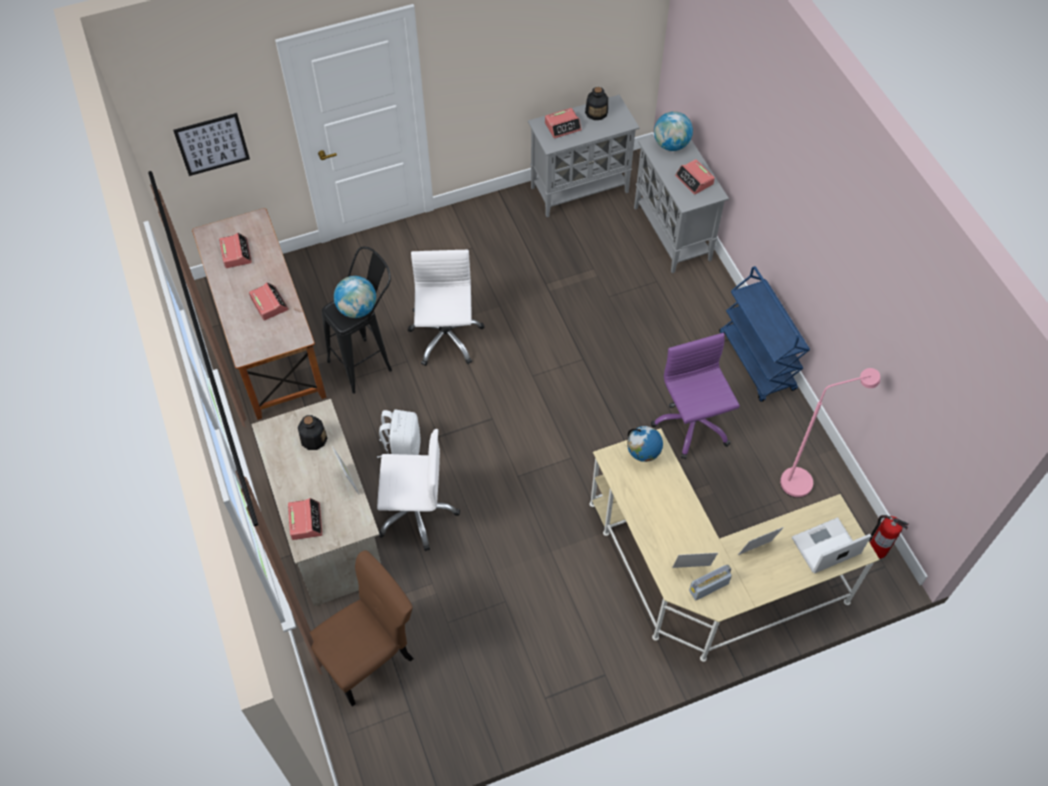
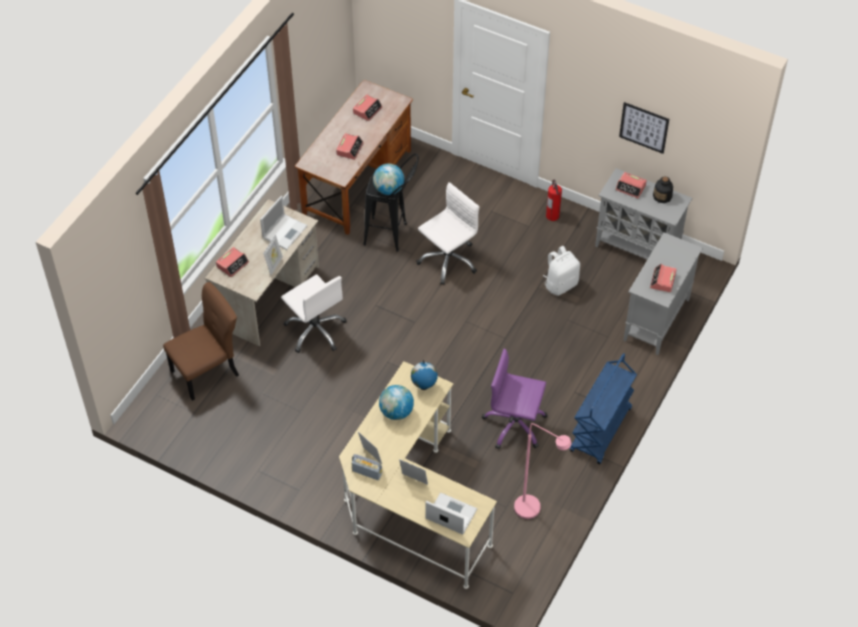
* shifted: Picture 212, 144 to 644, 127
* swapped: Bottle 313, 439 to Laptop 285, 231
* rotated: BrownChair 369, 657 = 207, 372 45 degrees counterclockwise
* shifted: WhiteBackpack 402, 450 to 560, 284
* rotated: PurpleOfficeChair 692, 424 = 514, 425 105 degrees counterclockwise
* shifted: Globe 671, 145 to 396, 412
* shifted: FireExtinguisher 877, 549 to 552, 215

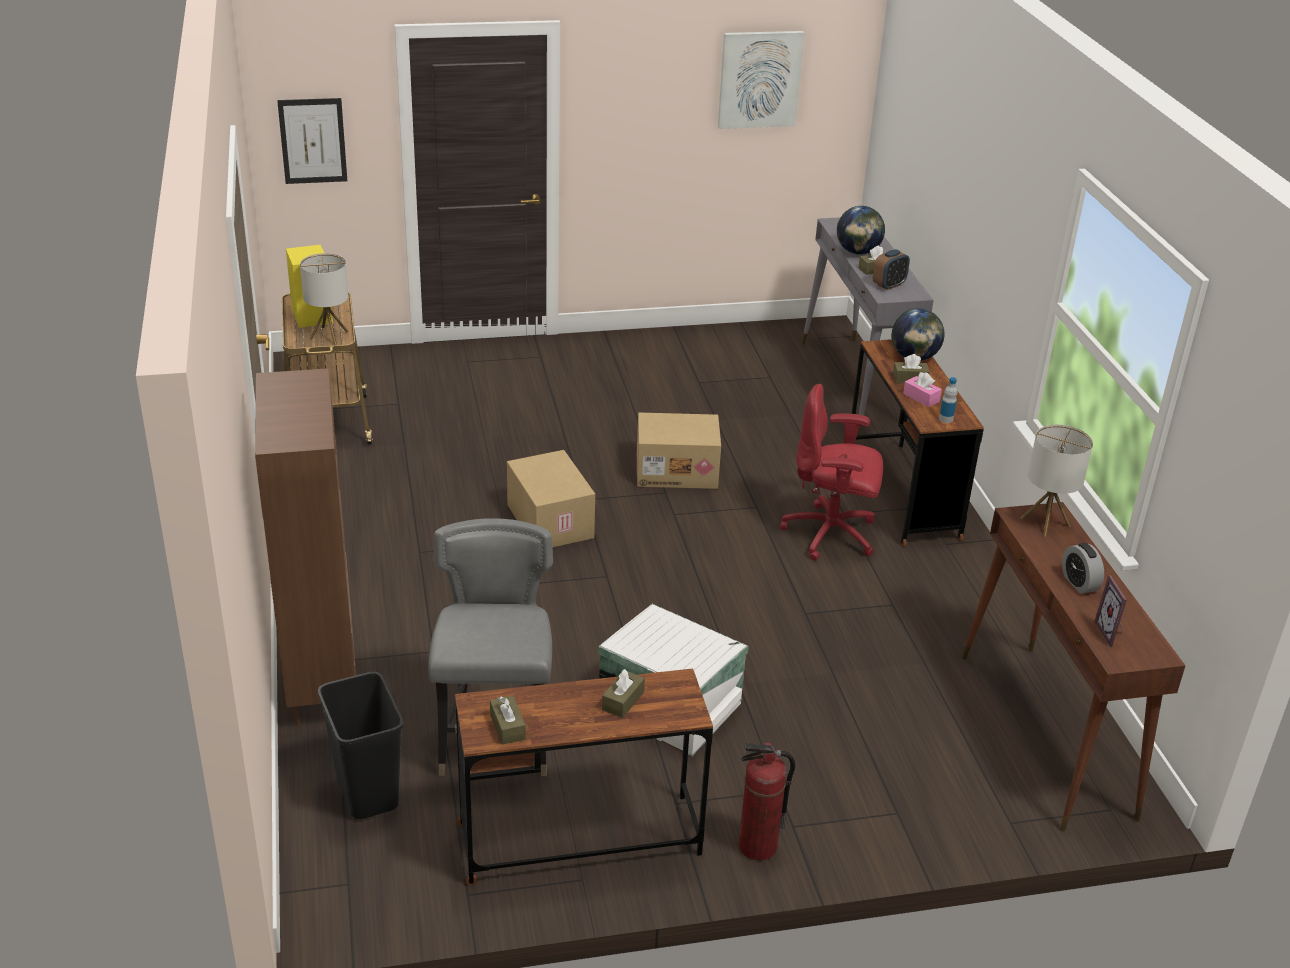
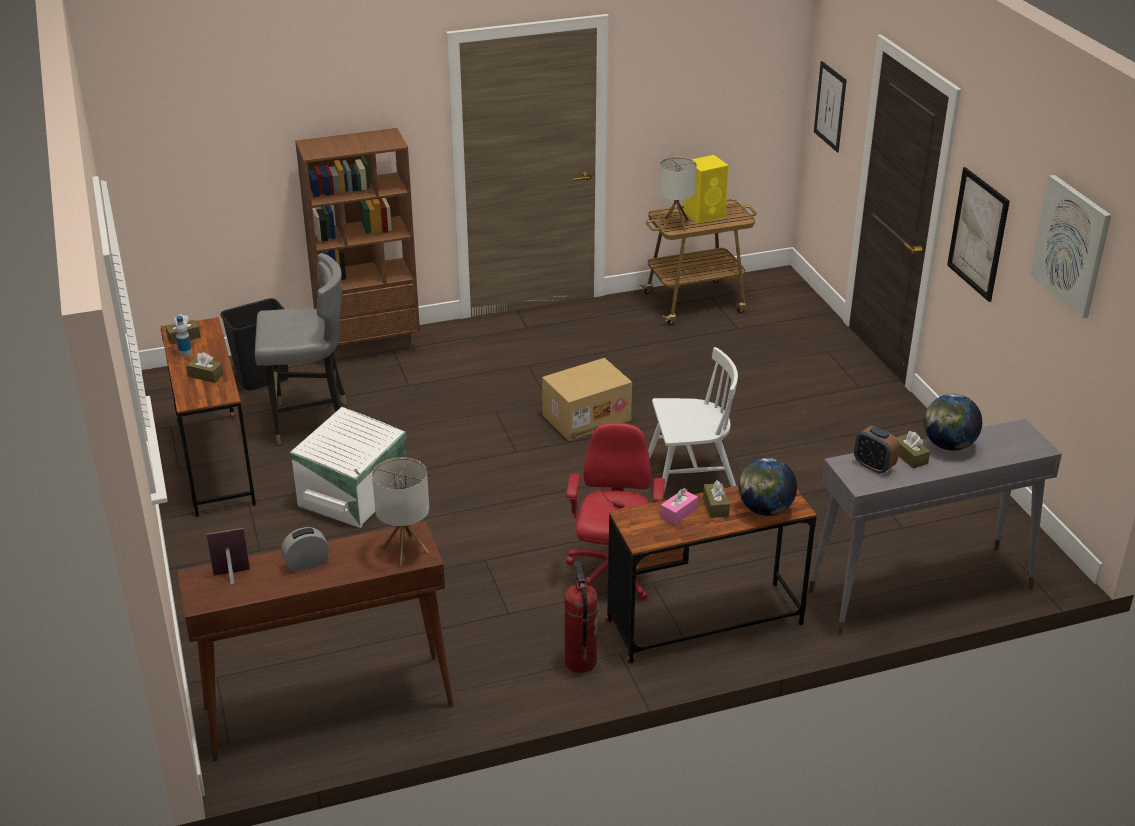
* swapped: CardboardBox 677, 471 to WhiteChair 690, 477
* shifted: FireExtinguisher 757, 846 to 580, 662
* shifted: Bottle 946, 419 to 185, 353
* new: Picture 978, 234

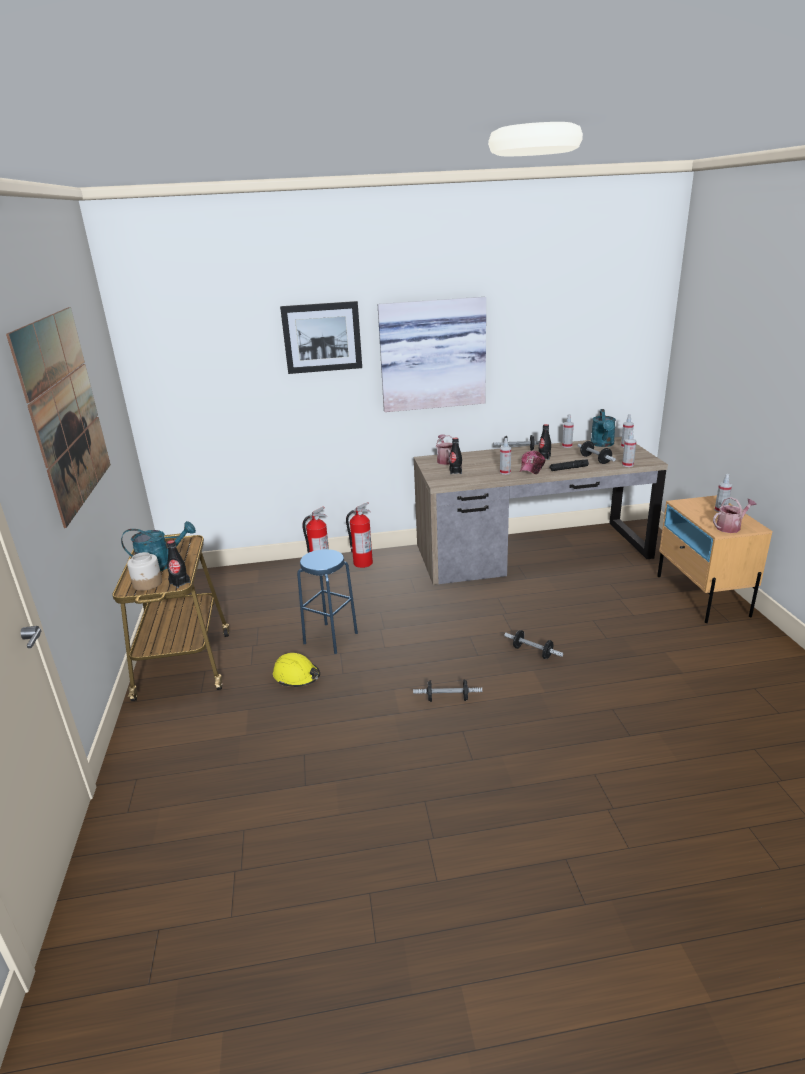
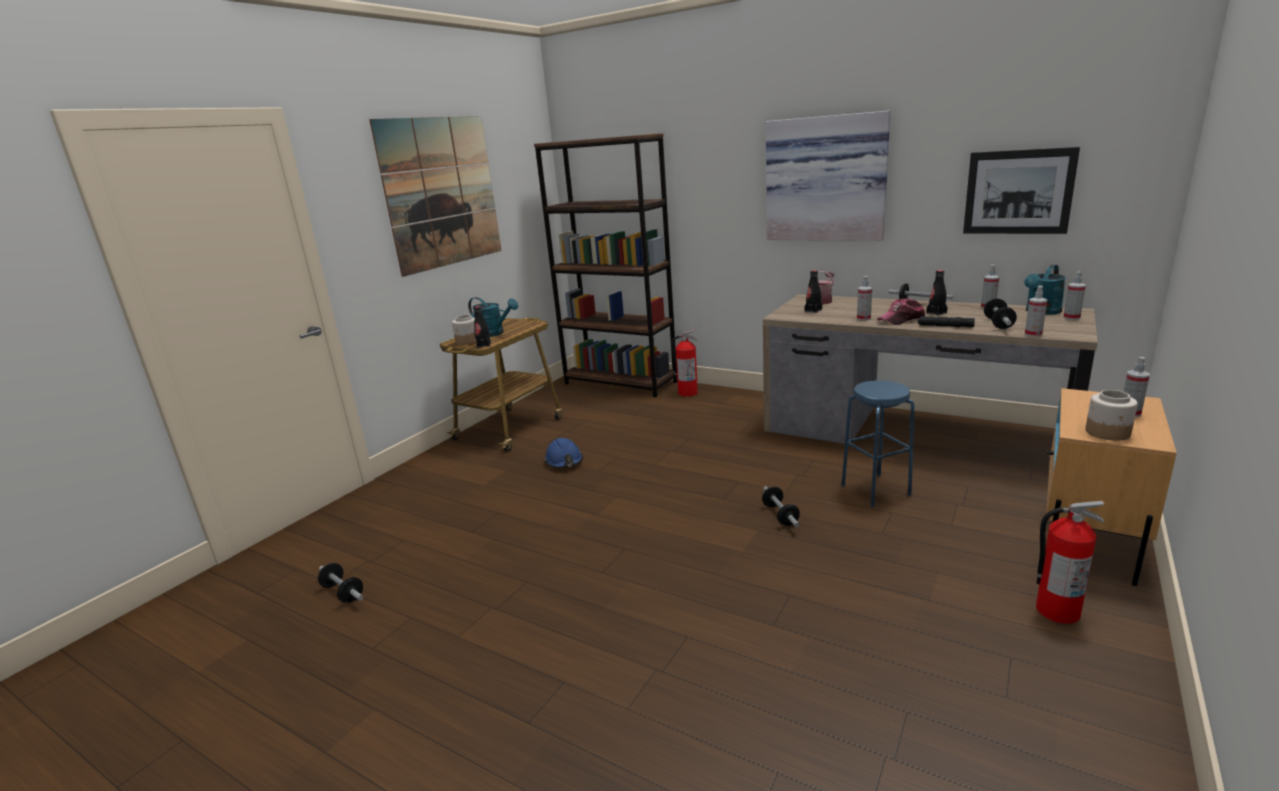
* repainted: YellowHardHat 297, 676 to BlueHardHat 564, 461
* shifted: Picture 322, 337 to 1018, 192
* shifted: BlueStool 330, 638 to 875, 490
* shifted: FireExtinguisher 362, 563 to 1056, 610
* shifted: Dumbbell 447, 698 to 343, 593
* swapped: WateringCan 730, 527 to Jar 1108, 433
* new: BrownBookcase 620, 383

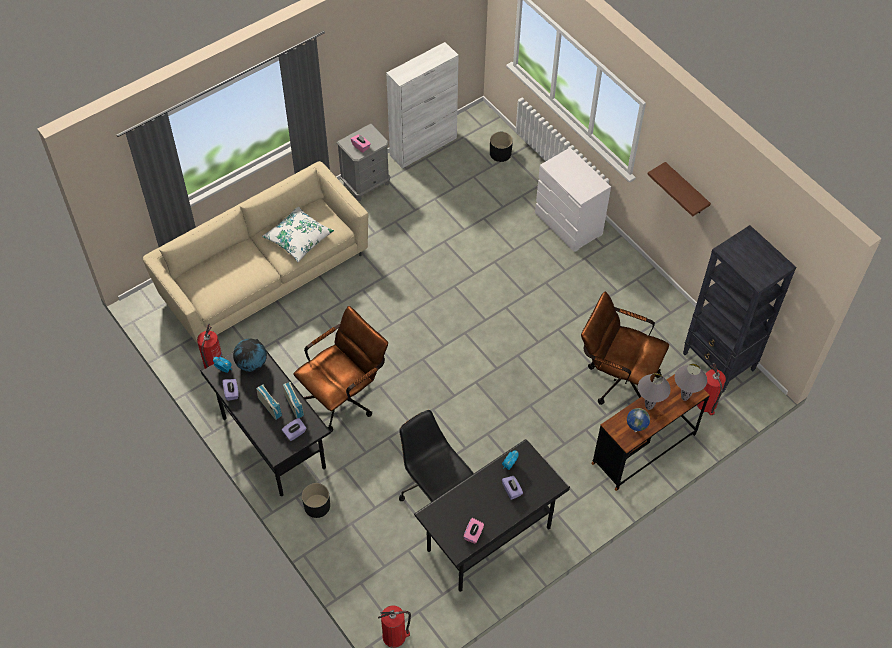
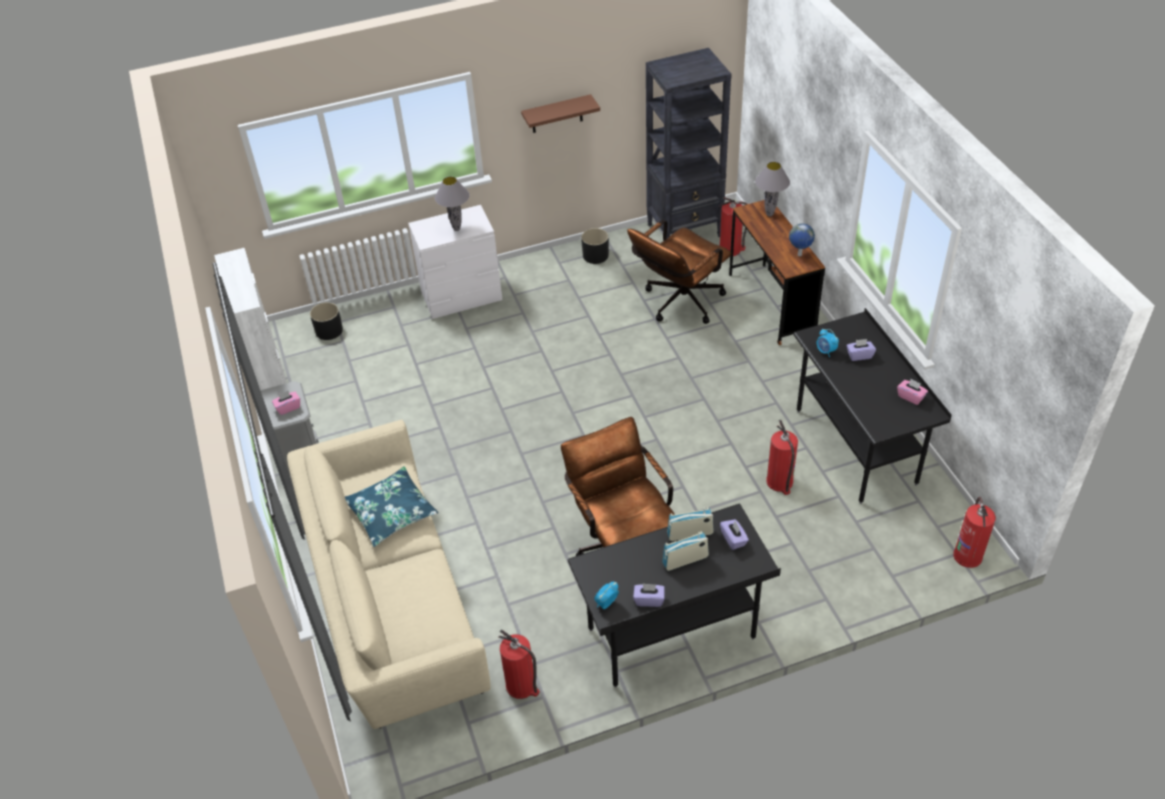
* gone: Globe 251, 364
* repainted: WhitePillow 298, 238 to BluePillow 391, 512
* shifted: BlackPlanter 317, 506 to 595, 255
* swapped: BlackOfficeChair 434, 489 to FireExtinguisher 779, 482
* shifted: GreyTableLamp 648, 407 to 457, 229

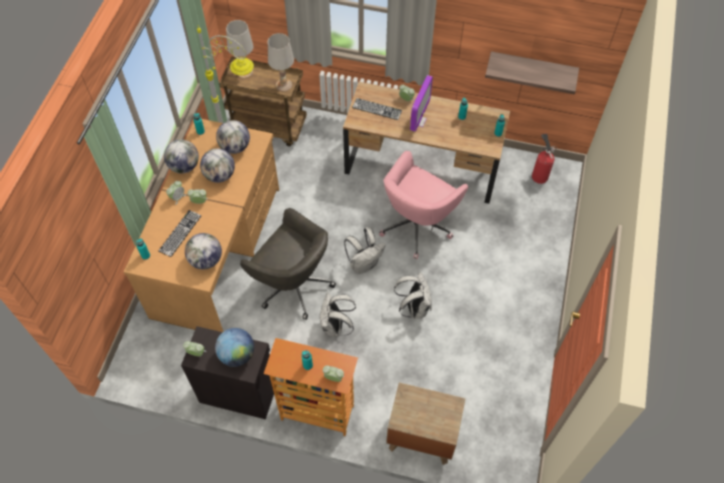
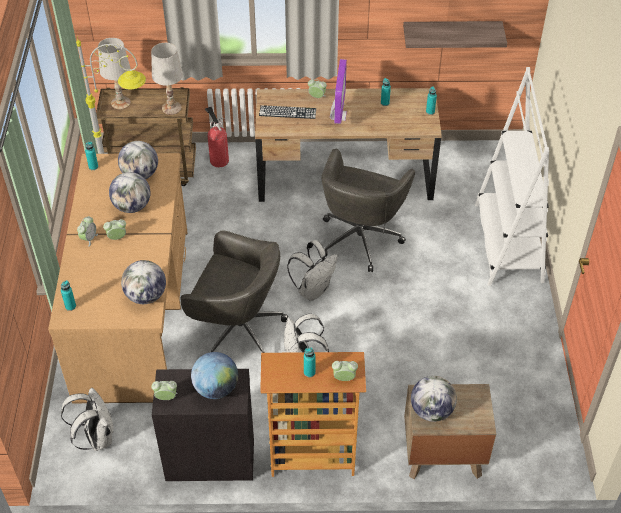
* gone: Keyboard 180, 233
* shifted: Globe 184, 166 to 431, 410
* repainted: PinkOfficeChair 417, 225 to GreyOfficeChair 360, 237
* shifted: WhiteBackpack 414, 307 to 96, 437
* shifted: FireExtinguisher 539, 175 to 218, 159
* new: WhiteBookcase 508, 243

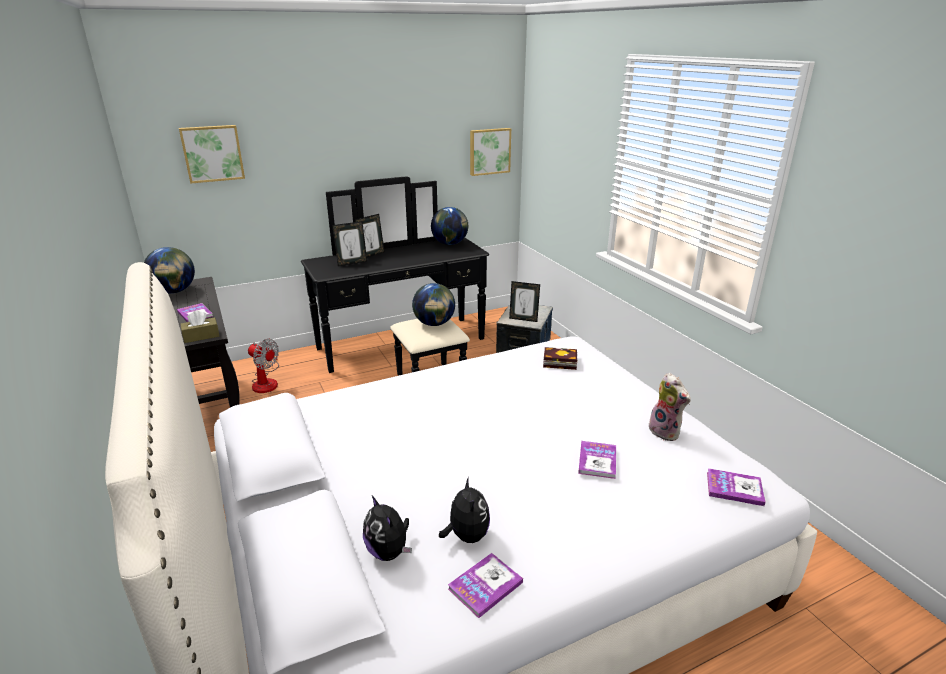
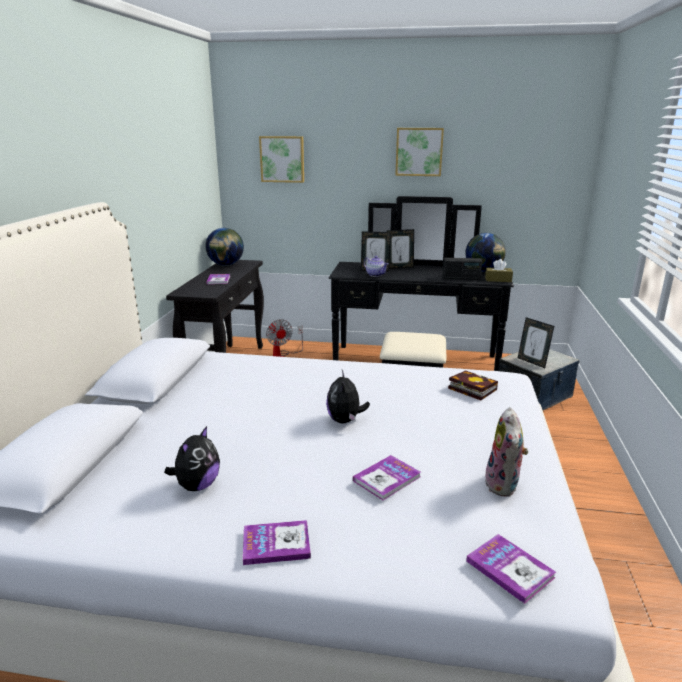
* shifted: BrownTissueBox 201, 336 to 498, 280
* shifted: PlushToy 389, 551 to 345, 421
* gone: Globe 434, 324
* shifted: Book 485, 585 to 276, 544
* shifted: Picture 489, 151 to 419, 152
* new: Teapot 376, 275
* new: Radio 461, 278

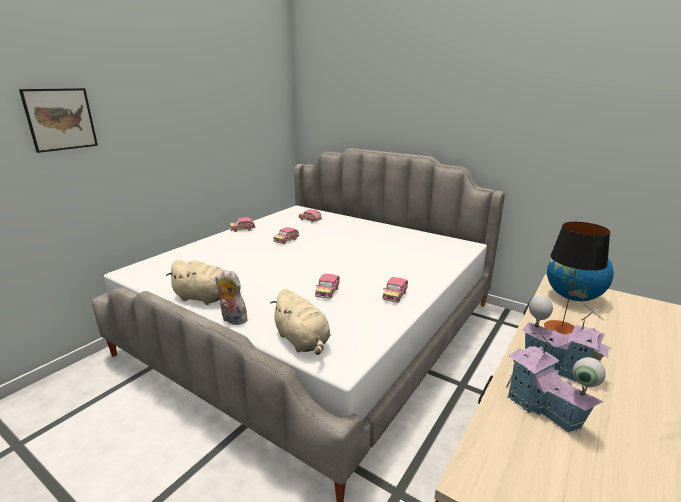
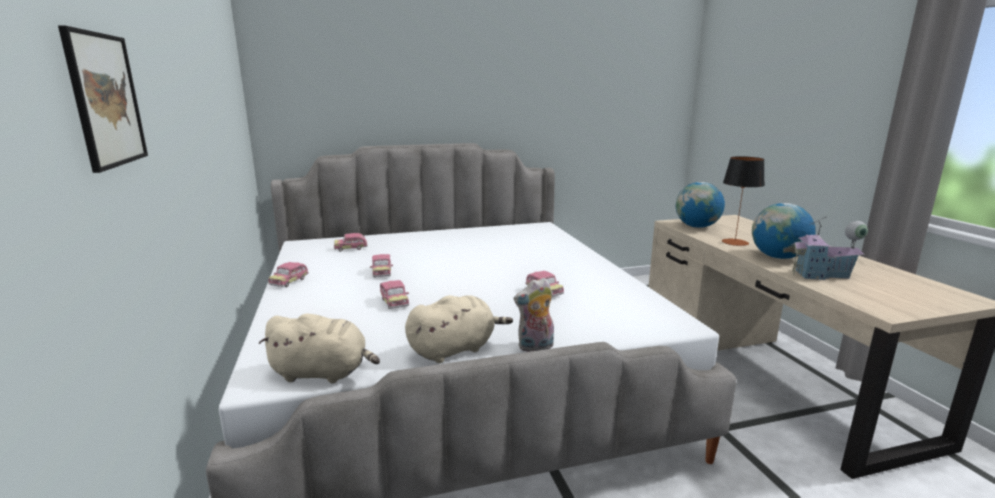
* shifted: BeigePlushToy 303, 341 to 323, 373
* shifted: ToyCar 395, 295 to 394, 302
* swapped: ToyHouse 558, 365 to Globe 778, 257

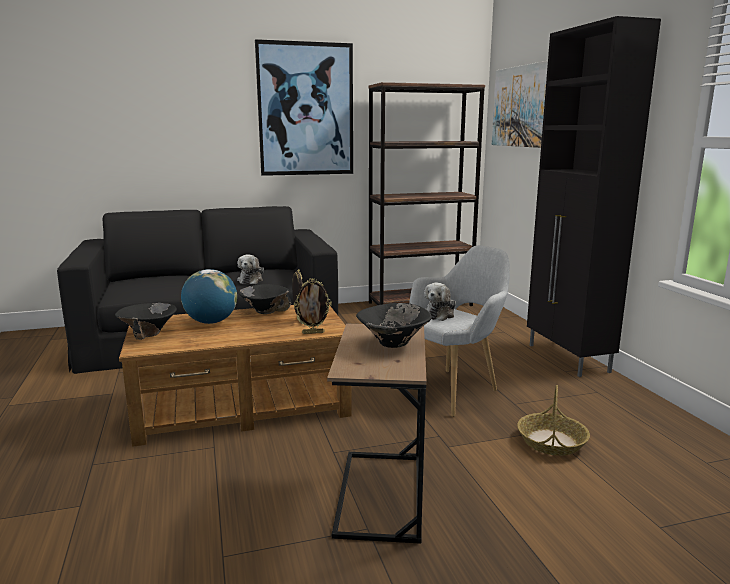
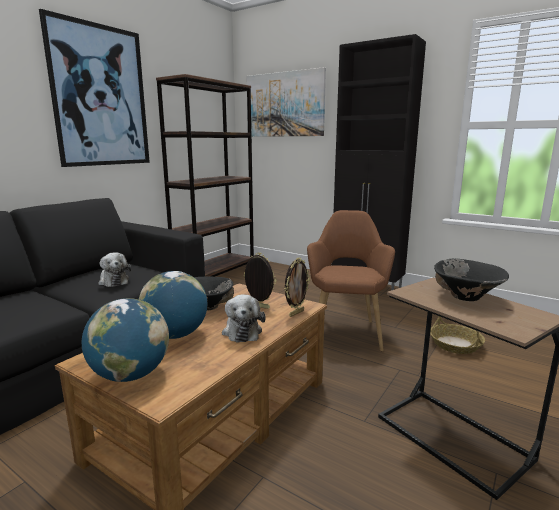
* swapped: BlackBowl 149, 334 to Globe 130, 375
* repainted: GreyArmchair 452, 389 to BrownArmchair 346, 330
* shifted: PlushToy 440, 314 to 242, 331

